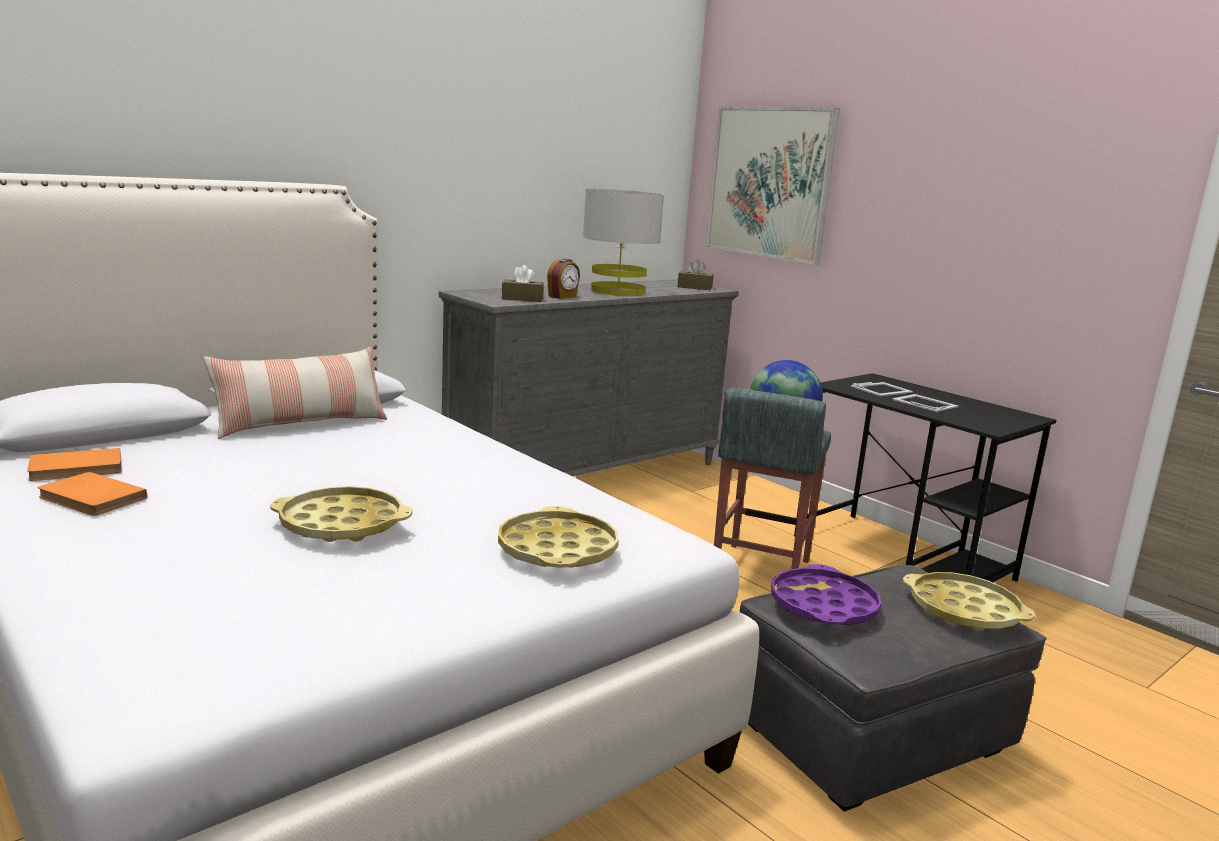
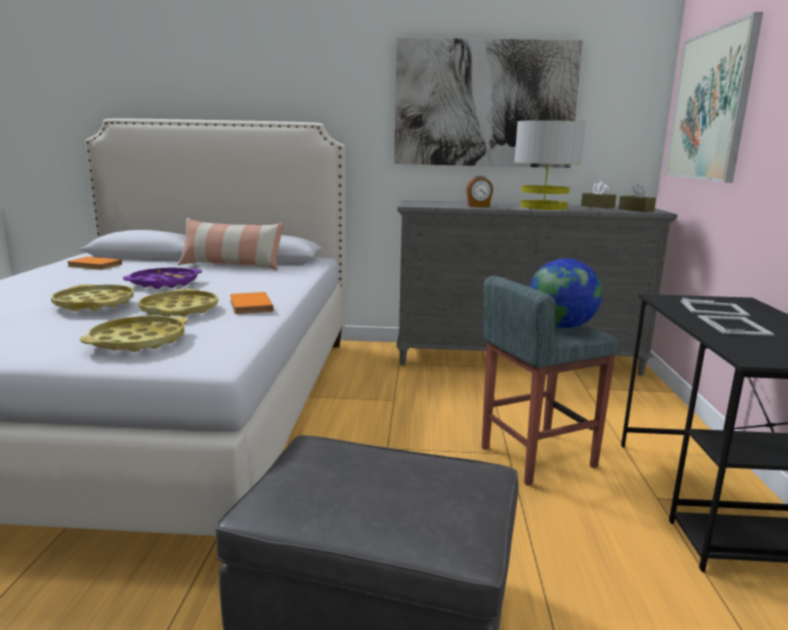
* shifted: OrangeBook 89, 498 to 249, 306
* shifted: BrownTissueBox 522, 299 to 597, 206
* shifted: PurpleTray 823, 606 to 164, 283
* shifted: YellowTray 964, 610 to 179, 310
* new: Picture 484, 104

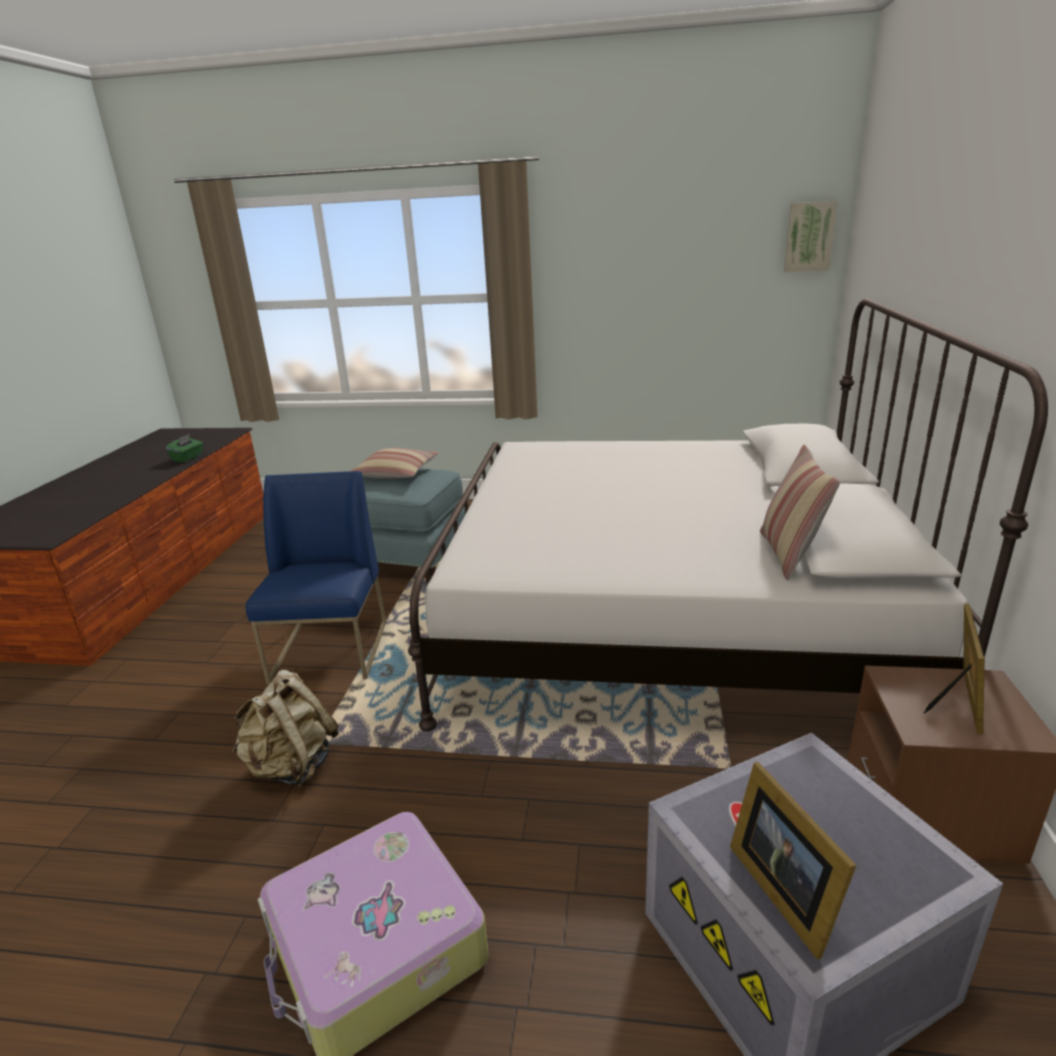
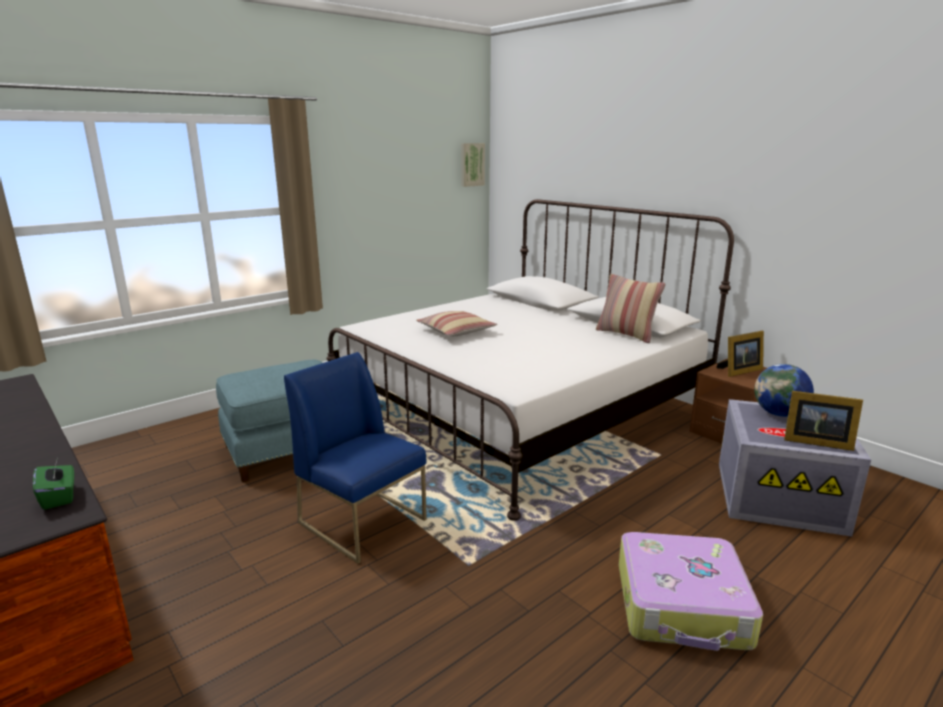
* shifted: GreenTissueBox 188, 458 to 59, 497
* gone: BeigeBackpack 292, 766
* shifted: Pillow 395, 473 to 456, 331
* rotated: PictureFrame 957, 701 = 739, 371 90 degrees clockwise
* new: Globe 779, 414

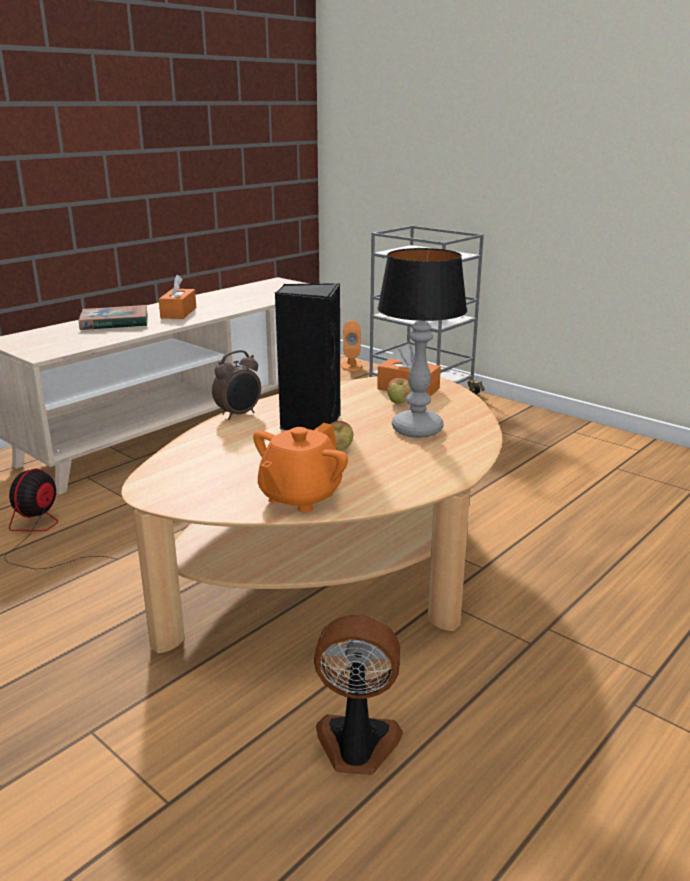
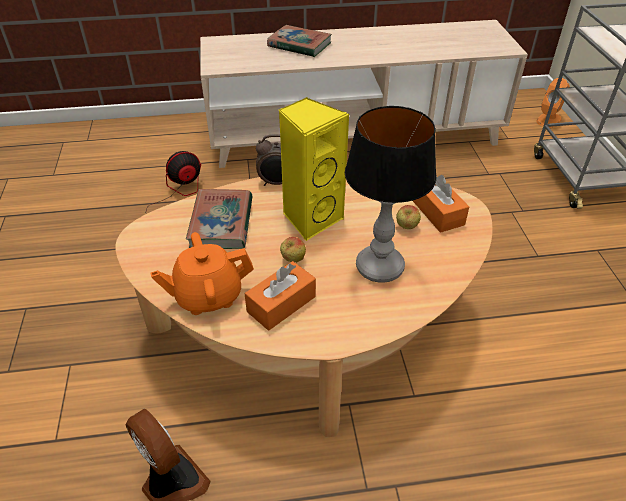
* shifted: OrangeTissueBox 178, 313 to 281, 304
* repainted: BlackSpeaker 310, 424 to YellowSpeaker 311, 218
* new: Book 221, 223

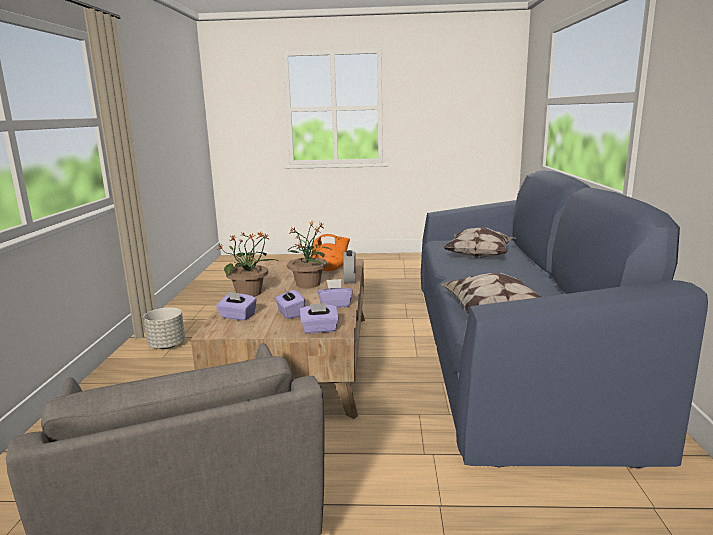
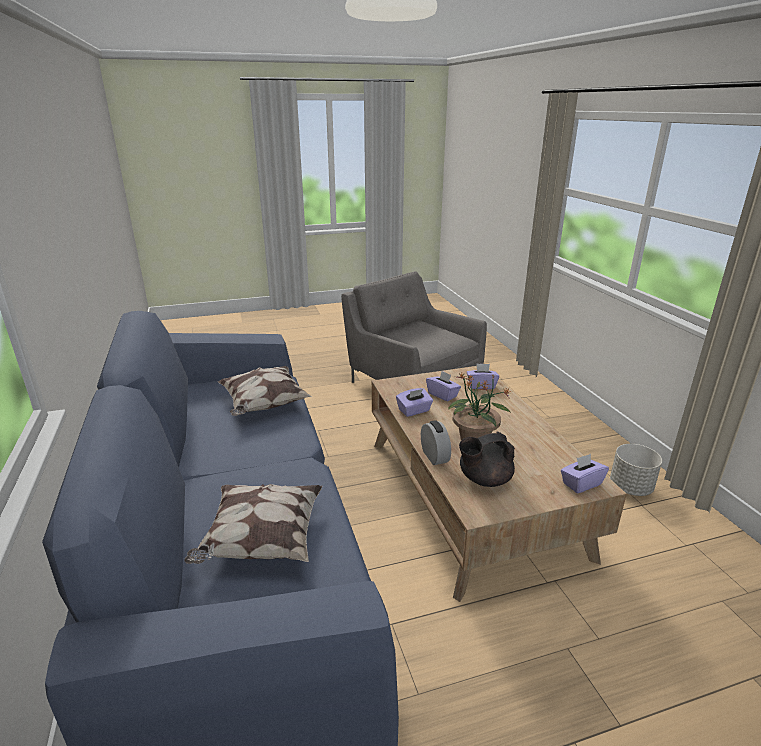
* gone: PottedPlant 250, 293
* shifted: PurpleTissueBox 319, 329 to 581, 483
* repainted: OrangeTeapot 330, 269 to BlackTeapot 484, 479

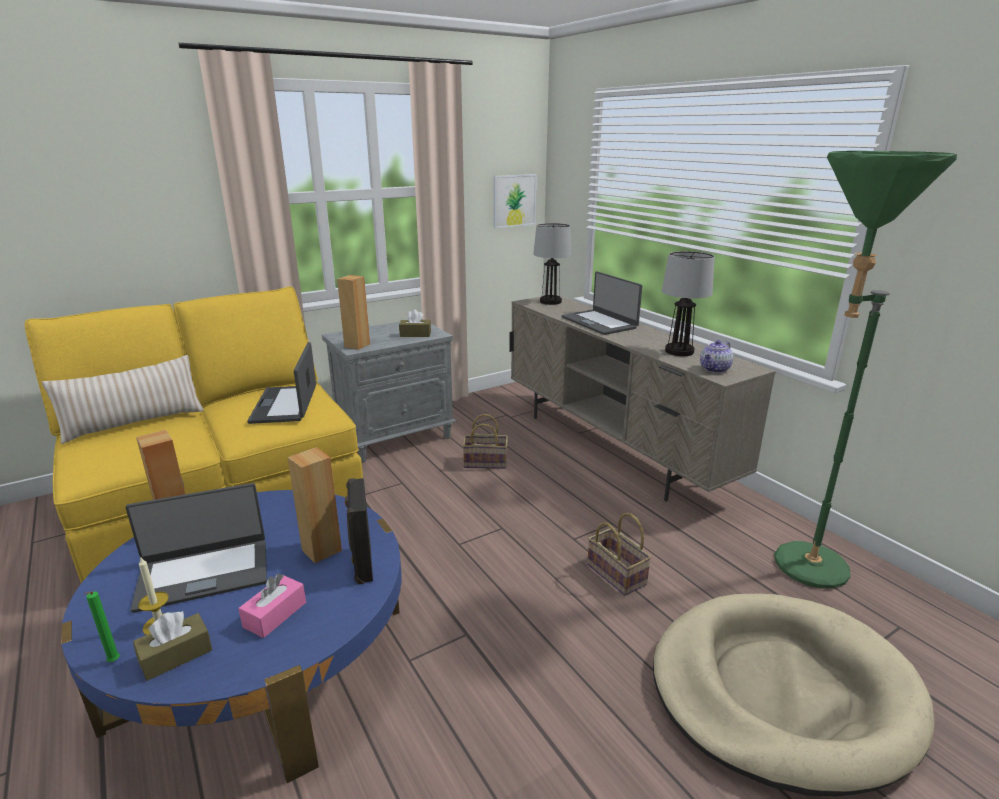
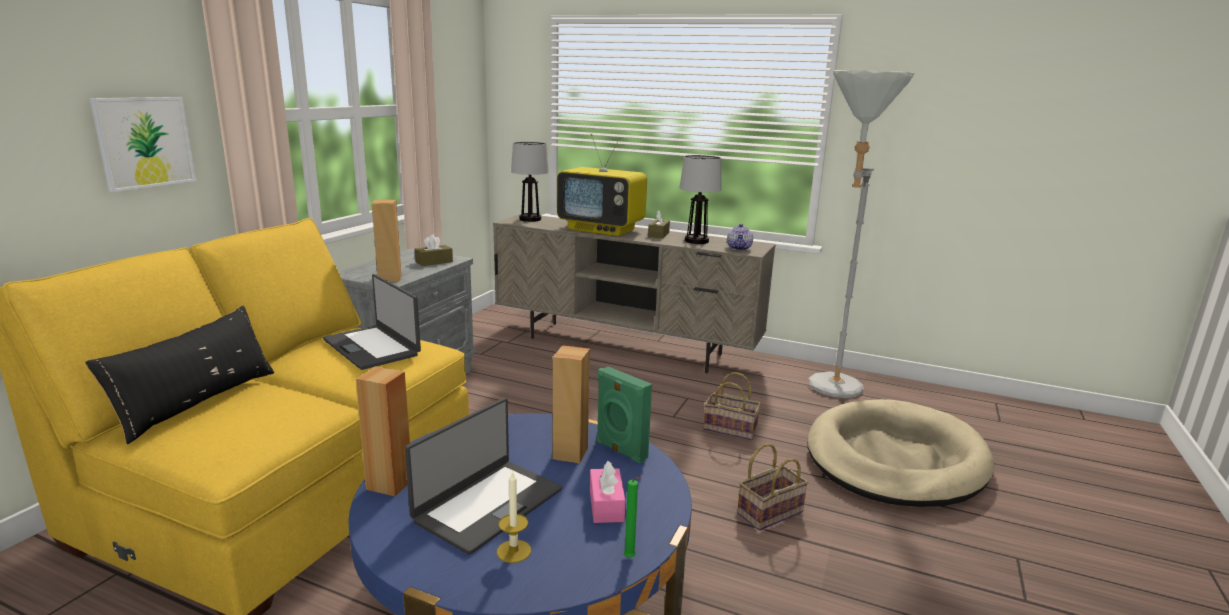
* repainted: BeigePillow 134, 423 to BlackPillow 198, 402
* shifted: GreenCandle 113, 662 to 630, 558
* shifted: BrownTissueBox 176, 655 to 658, 235
* repainted: BlackSpeaker 362, 564 to GreenSpeaker 620, 451
* shifted: Basket 486, 462 to 770, 511
* shifted: Picture 514, 201 to 144, 142
* swapped: Laptop 599, 322 to Television 602, 229
* repainted: GreenFloorLamp 797, 568 to GreyFloorLamp 829, 390

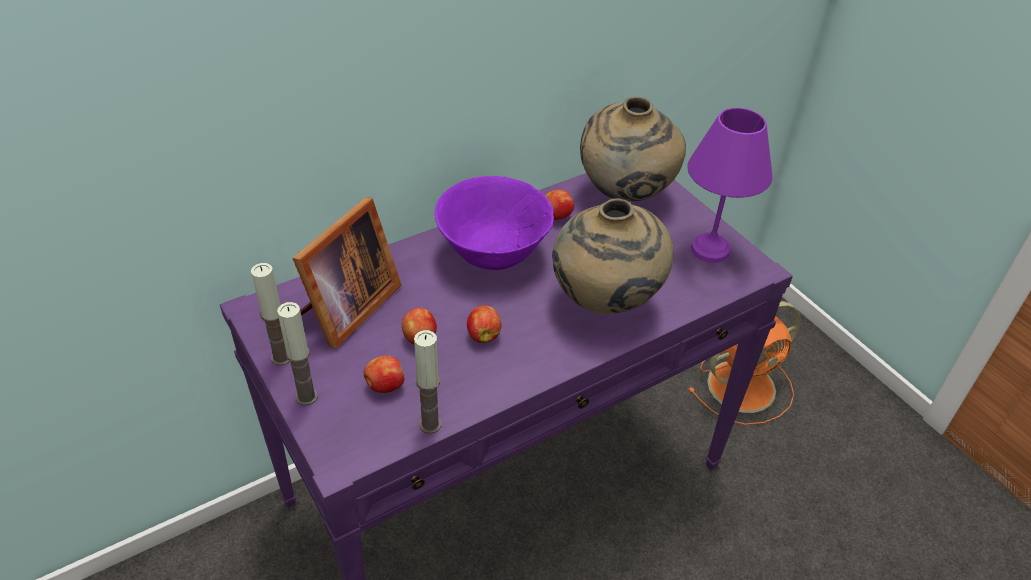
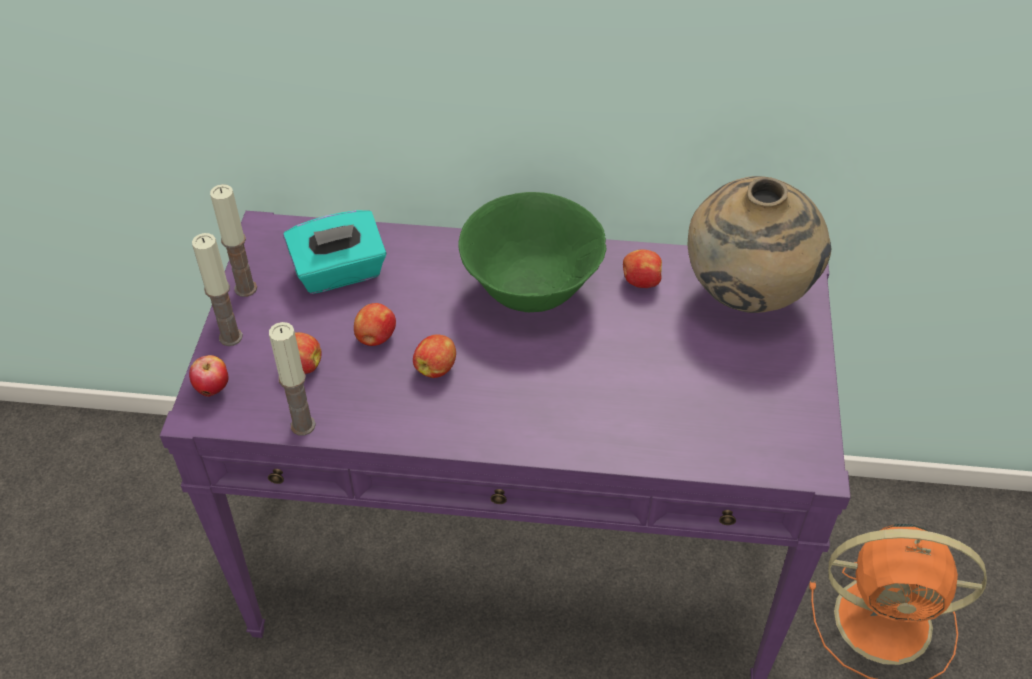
* swapped: PictureFrame 345, 310 to TurquoiseTissueBox 340, 273
* repainted: PurpleBowl 493, 253 to GreenBowl 532, 289
* gone: BeigeVase 605, 304
* gone: PurpleTableLamp 711, 249
* new: Apple 213, 389

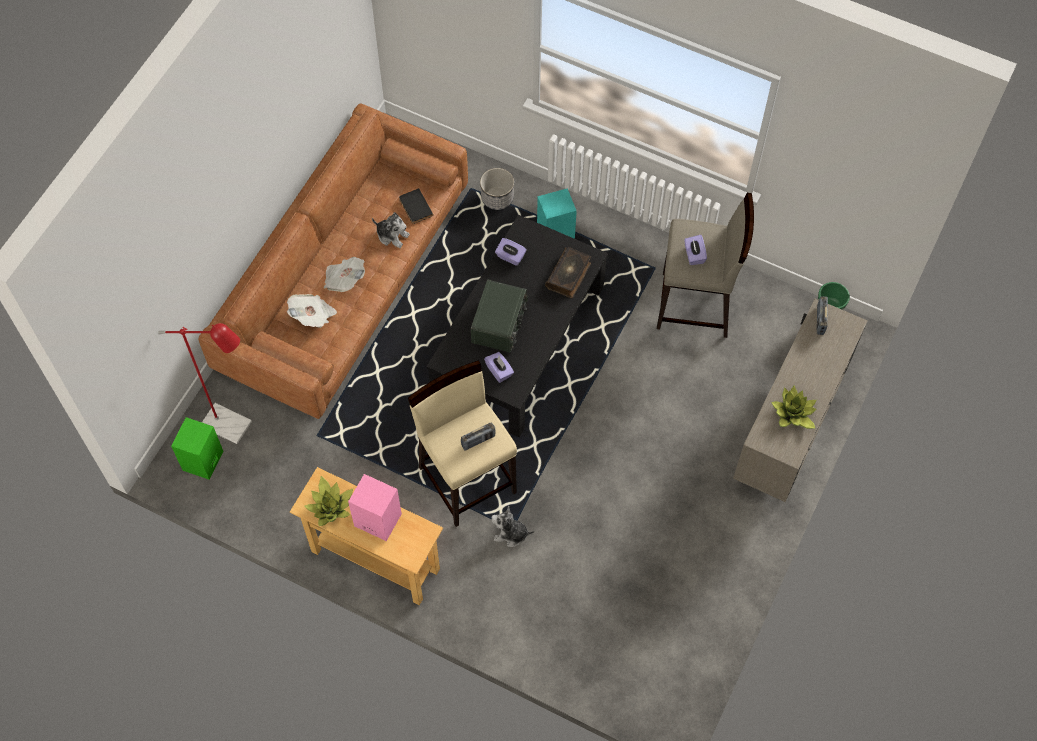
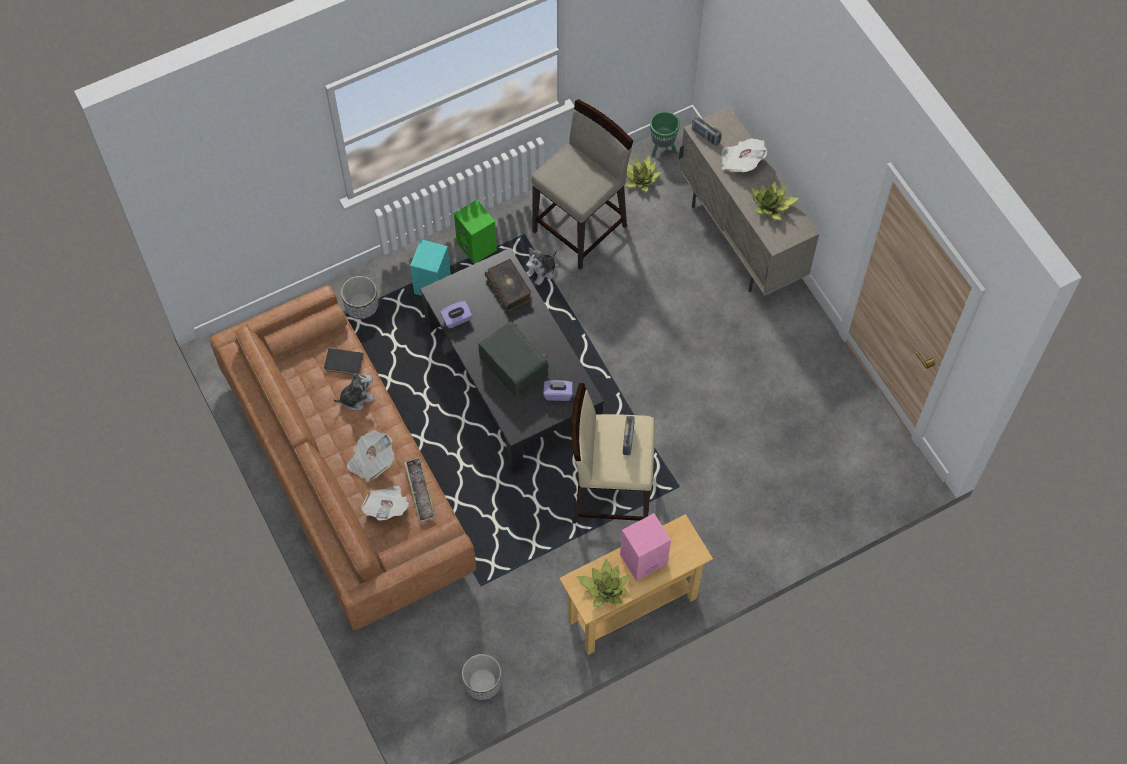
* gone: RedFloorLamp 234, 427
* shifted: GreenSpeaker 203, 462 to 478, 247
* shifted: PlushToy 510, 534 to 541, 271
* gone: PurpleTissueBox 694, 255
* new: Tray 420, 492
* new: Planter 483, 683
* new: PottedPlant 640, 178
* new: Newspaper 741, 162

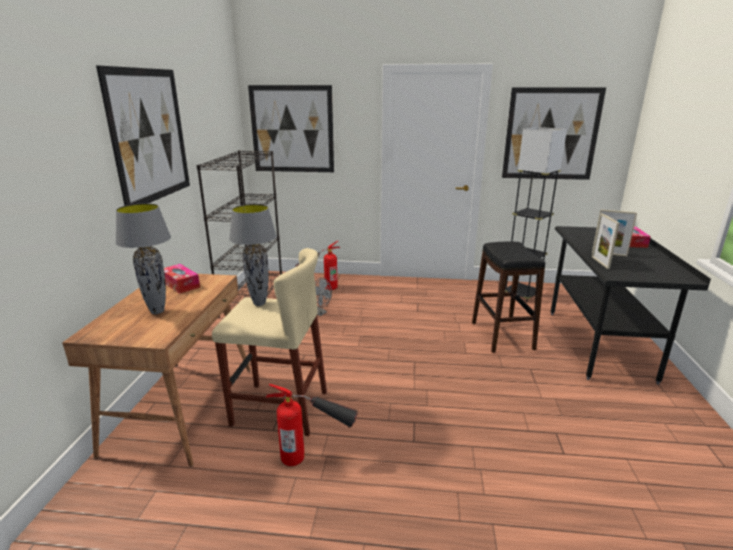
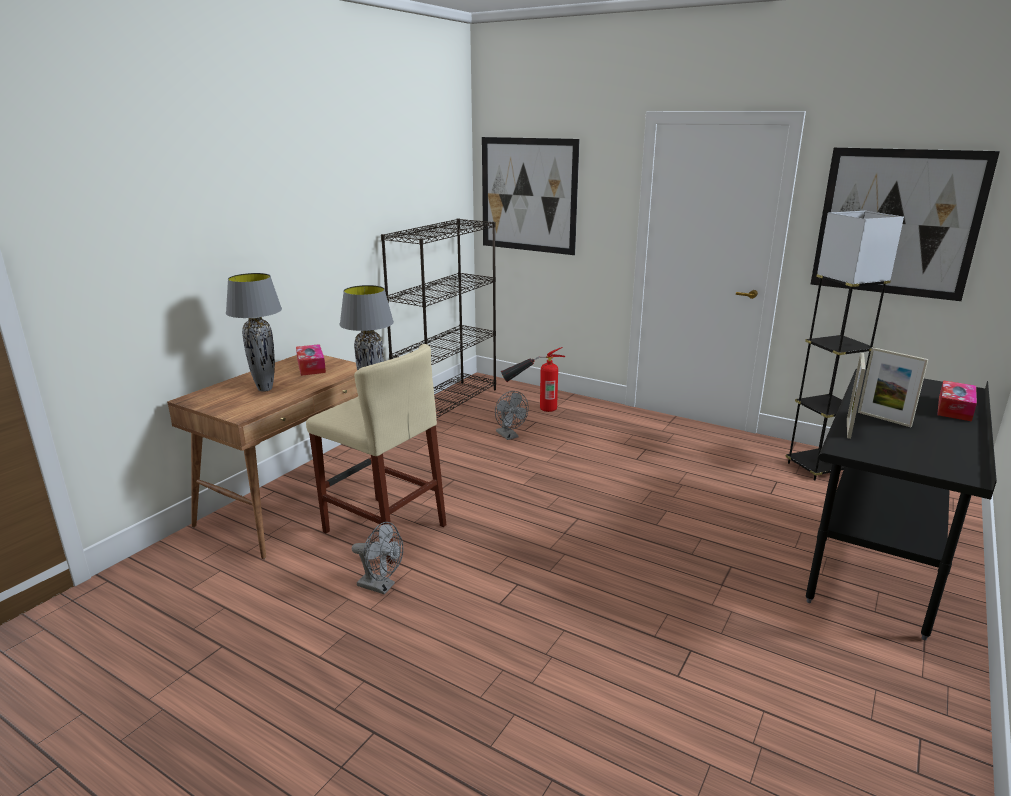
* gone: Picture 150, 135
* swapped: FireExtinguisher 315, 457 to GreyFan 381, 586
* gone: BlackStool 501, 335

